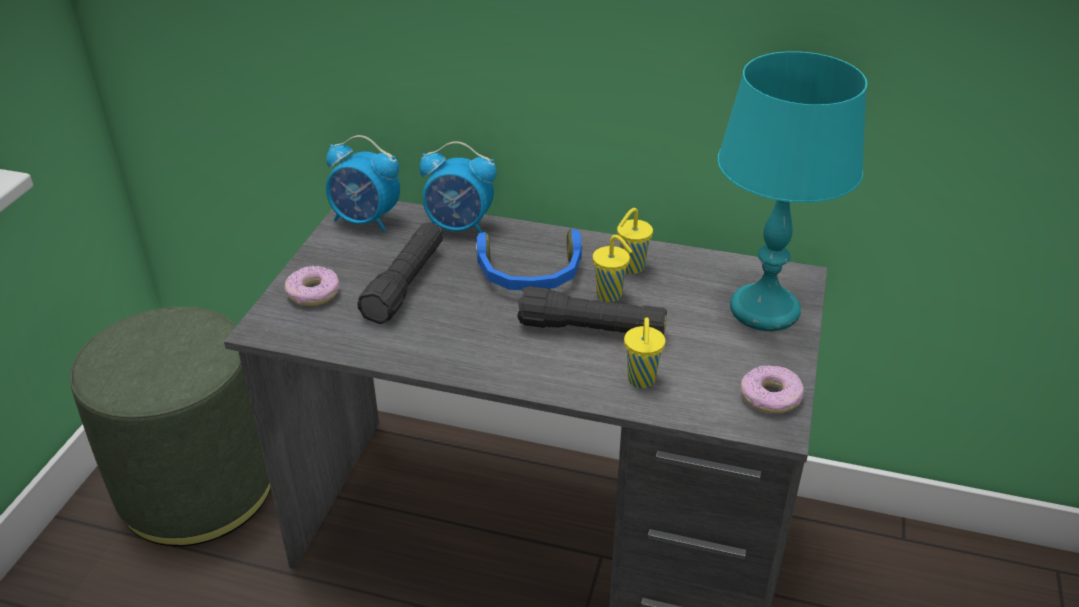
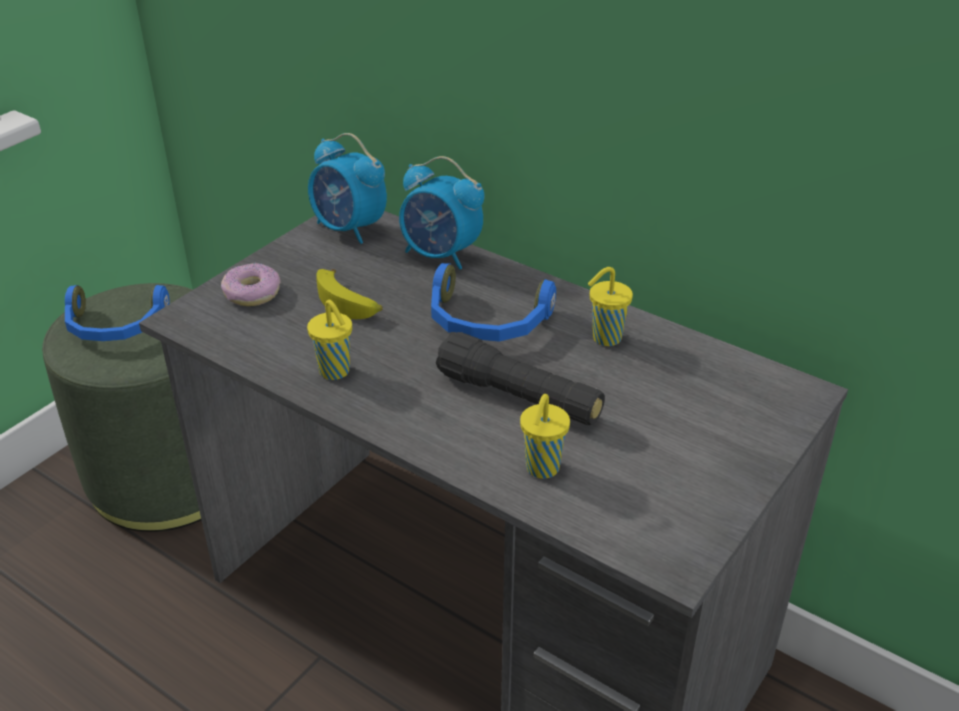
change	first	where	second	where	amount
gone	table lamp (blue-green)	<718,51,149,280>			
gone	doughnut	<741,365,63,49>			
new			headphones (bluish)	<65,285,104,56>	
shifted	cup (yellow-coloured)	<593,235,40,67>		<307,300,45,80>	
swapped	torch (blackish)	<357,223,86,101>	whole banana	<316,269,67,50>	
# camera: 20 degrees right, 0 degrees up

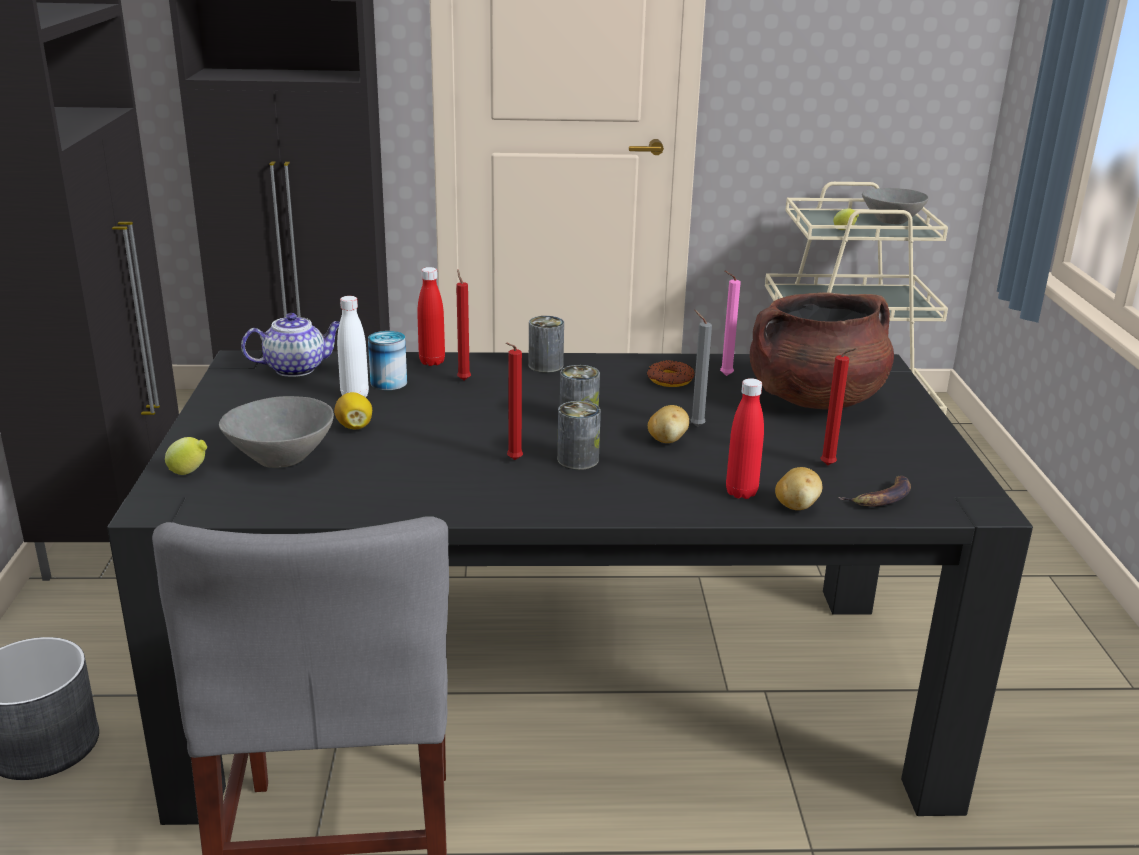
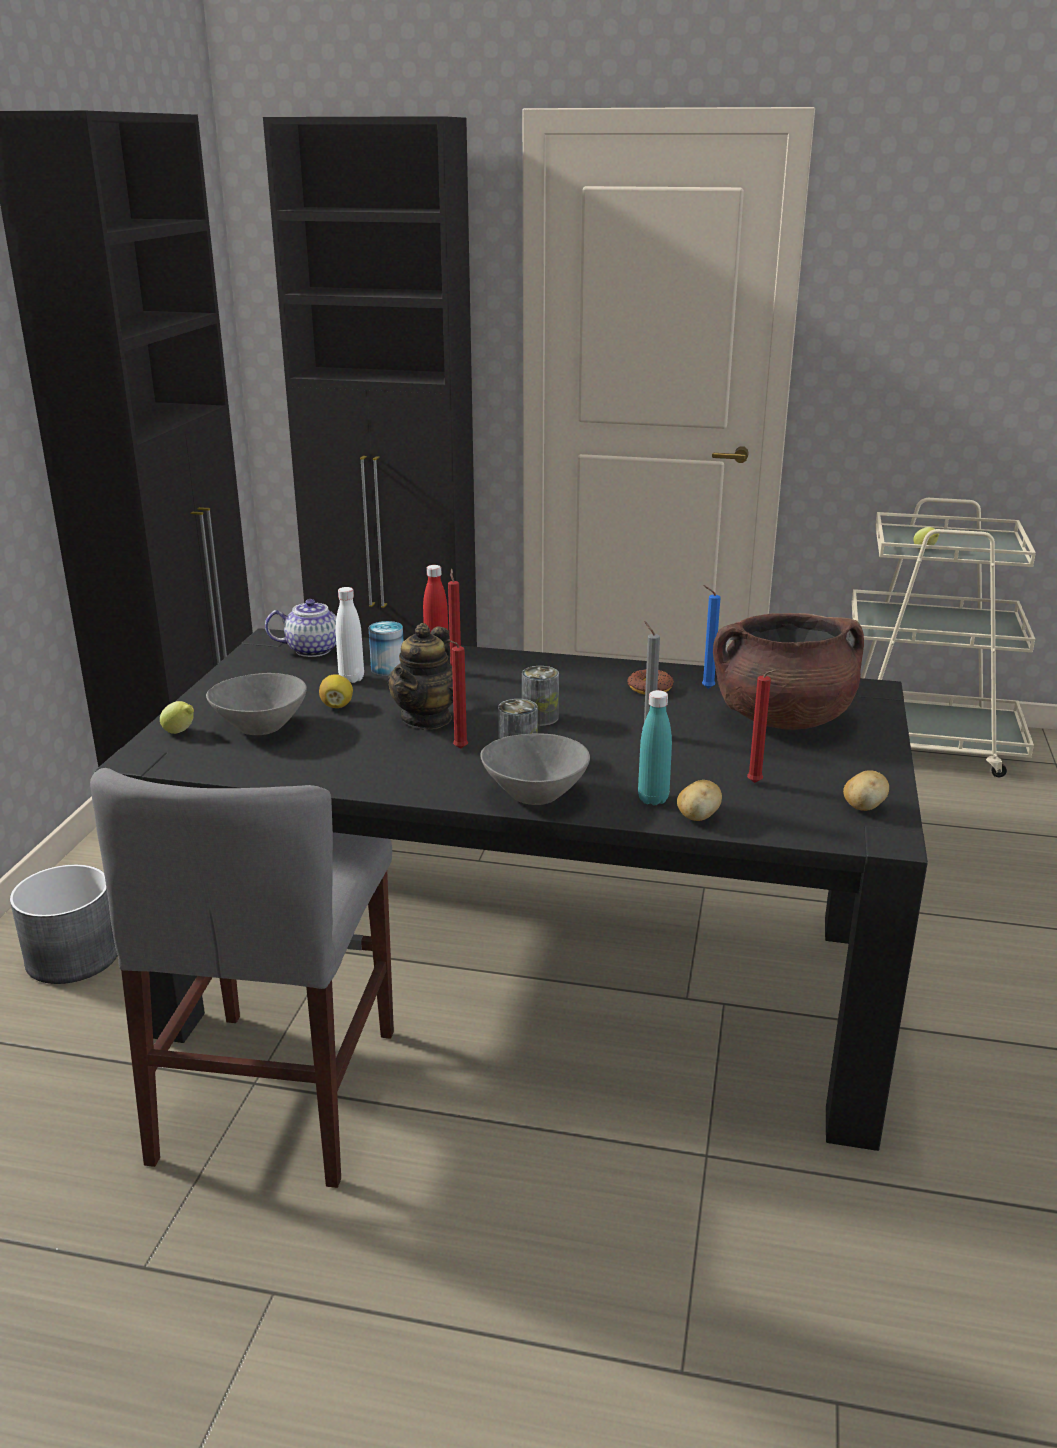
change	first	where	second	where	amount
gone	sealed can	<529,316,35,57>			
gone	whole banana	<838,476,73,31>			
new			pot for tea	<388,623,65,107>	
shifted	whole potato	<648,405,41,38>		<843,770,46,41>	
shifted	deep dish (grey)	<862,188,67,36>		<480,734,110,71>	
repainted	wax light (pinkish)	<720,271,21,105>	wax light (bluish)	<702,585,19,104>	
repainted	beverage bottle (reddish)	<726,378,38,121>	beverage bottle (blue-green)	<638,690,34,115>	
# camera: 15 degrees right, 0 degrees up

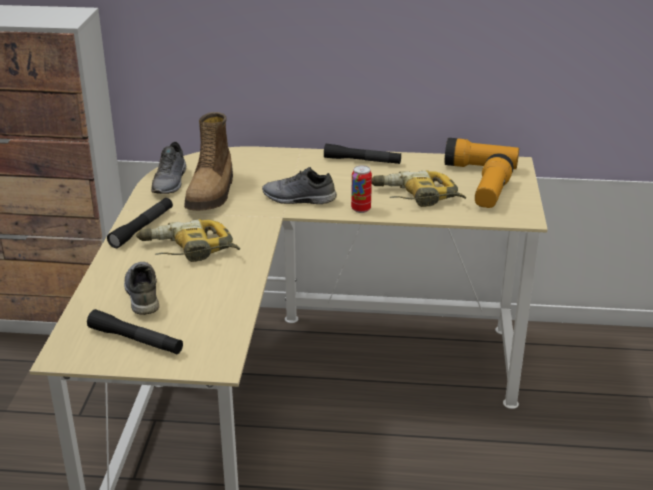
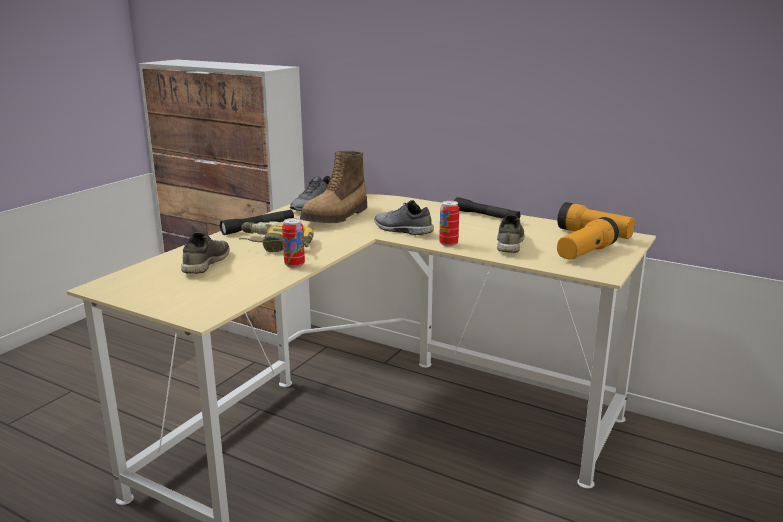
change	first	where	second	where	amount
gone	torch (blackish)	<87,309,96,45>			
new			sealed can	<282,218,23,50>	
swapped	drill	<372,170,94,37>	low shoe (grey)	<497,215,27,38>	
# camera: 25 degrees right, 10 degrees down

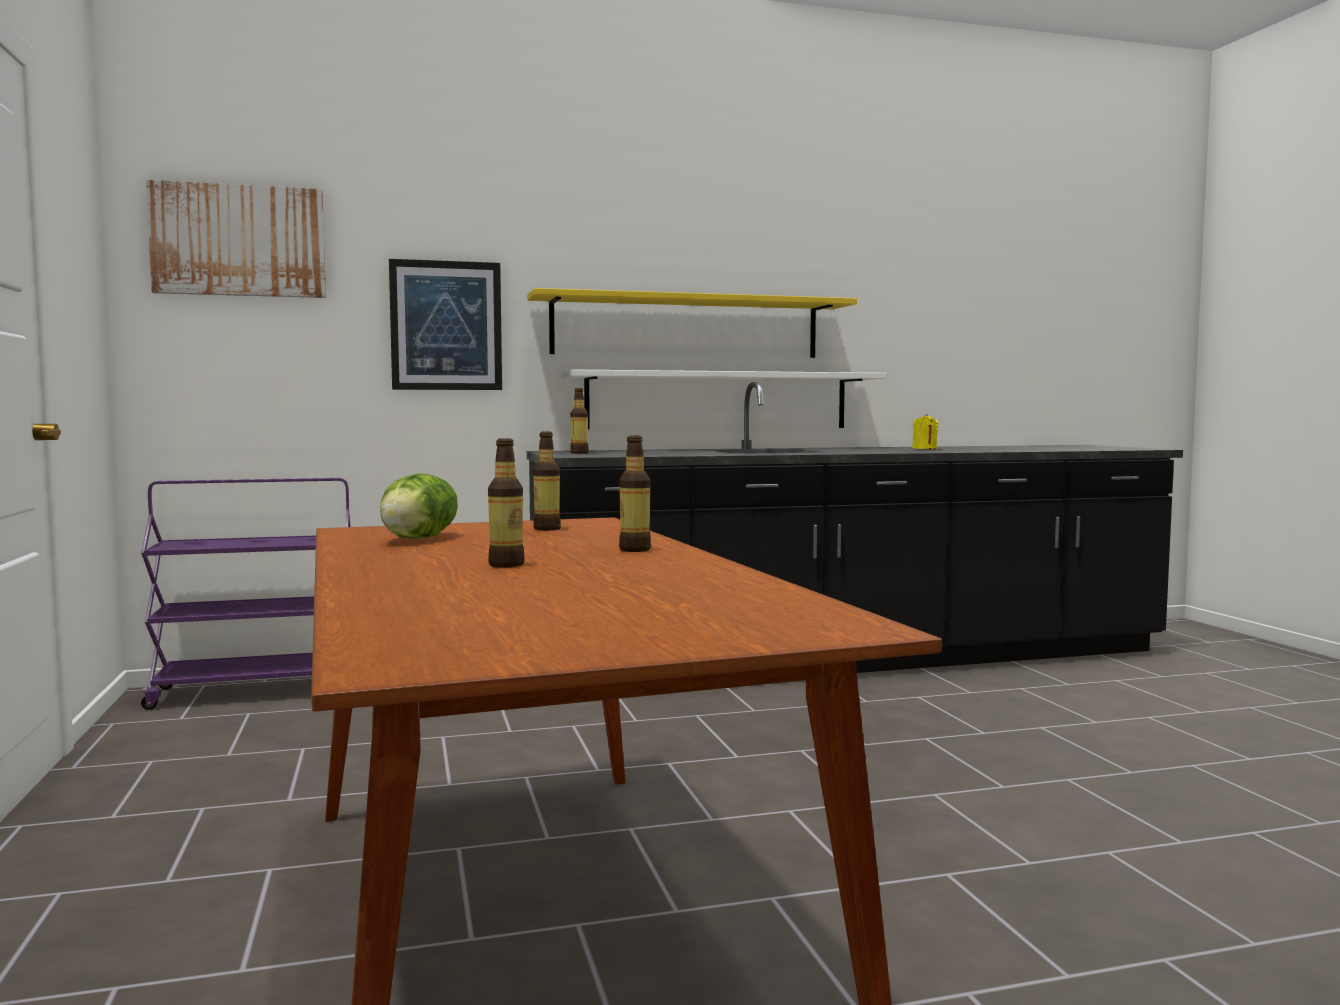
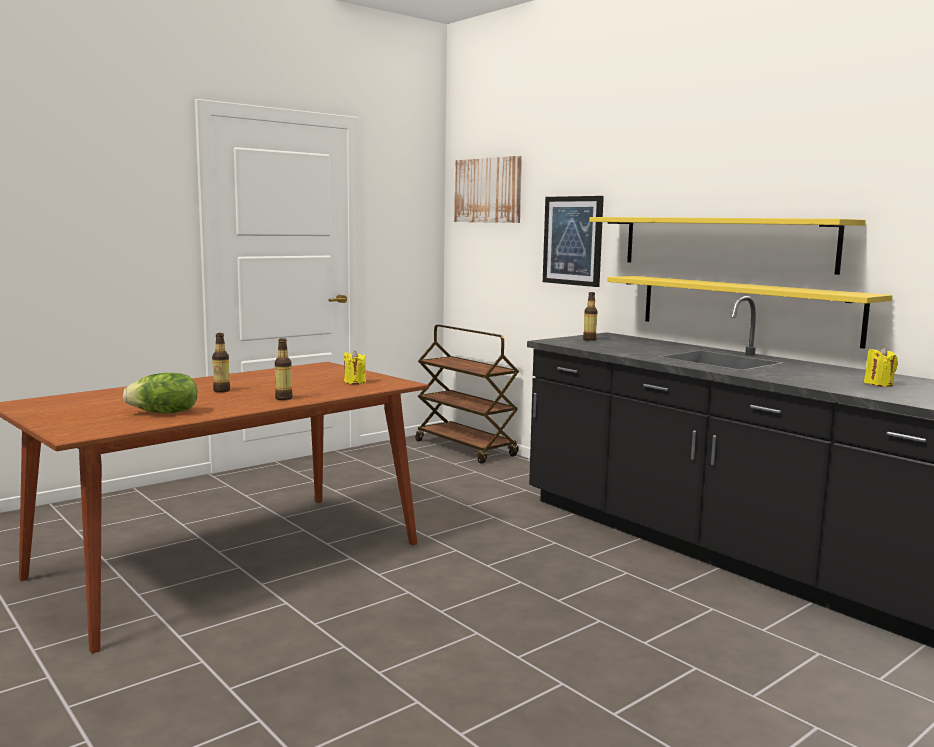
change	first	where	second	where	amount
shifted	lettuce head	<380,473,78,66>		<123,373,75,40>	
swapped	beverage bottle	<533,432,28,99>	wax light (yellow-coloured)	<344,350,22,34>	
repainted	wheeled cart (purple-coloured)	<141,478,210,232>	wheeled cart (brown-coloured)	<415,325,104,139>	
repainted	shelf (whitish)	<563,369,324,60>	shelf (yellow-coloured)	<607,276,285,73>	
# camera: 65 degrees right, 5 degrees up

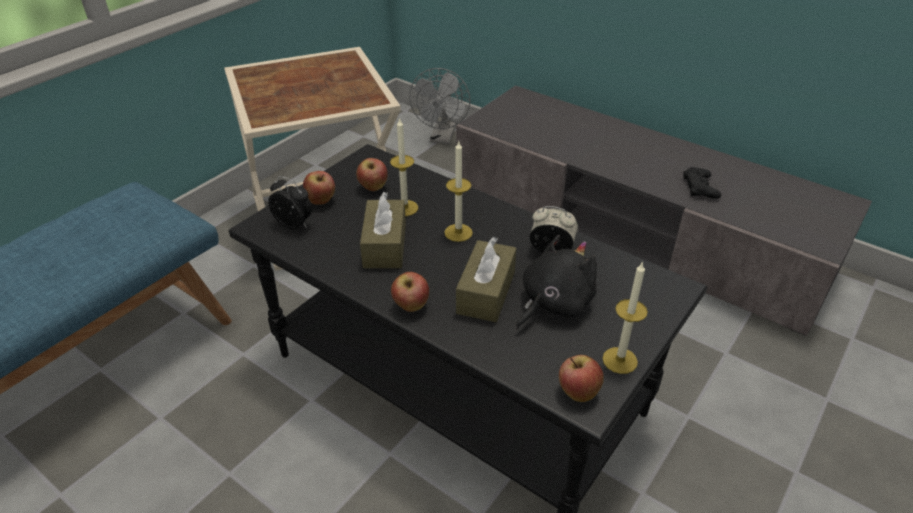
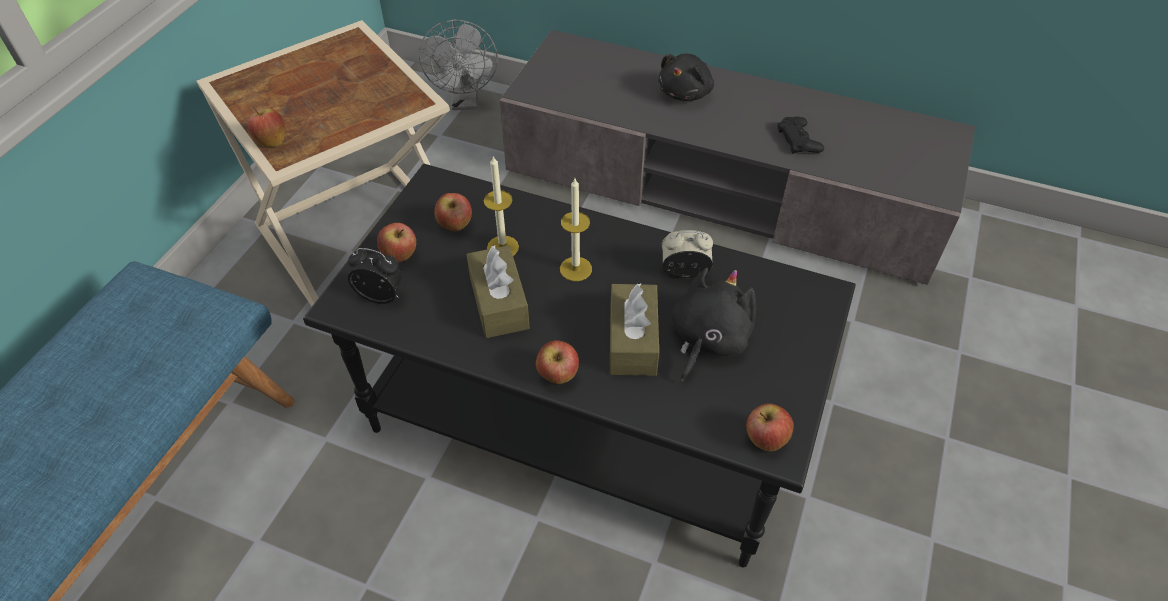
change	first	where	second	where	amount
gone	wax light	<602,261,46,113>			
new			whole apple	<247,105,38,42>	
new			soft toy (blackish)	<658,54,56,47>	
# camera: 15 degrees left, 10 degrees up

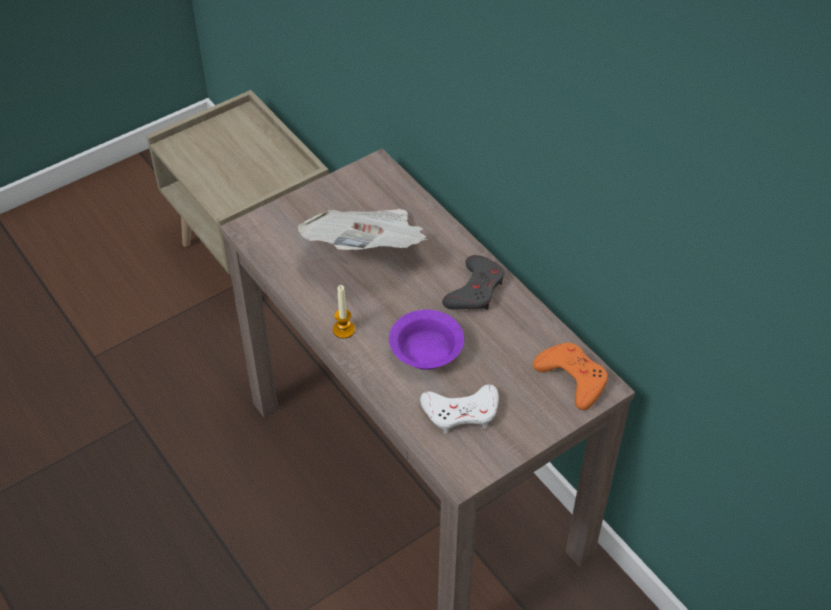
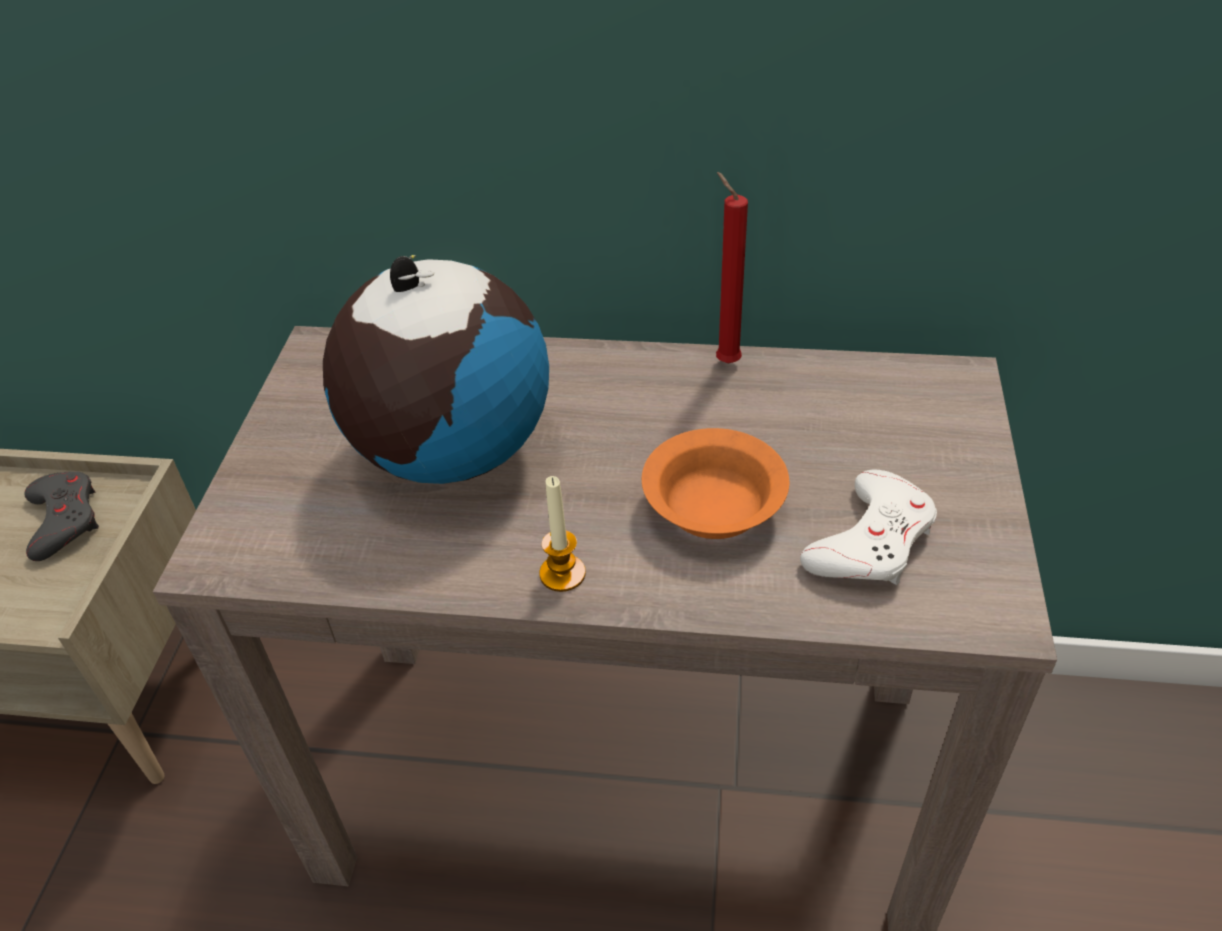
change	first	where	second	where	amount
gone	joypad (orangey)	<533,343,75,67>			
new			wax light (reddish)	<716,172,32,192>	
shifted	joypad (grey)	<442,255,62,55>		<24,471,75,90>	
swapped	newspaper	<297,209,131,41>	world globe	<323,255,226,229>	
repainted	deep dish (purple-coloured)	<389,310,75,60>	deep dish (orangey)	<642,428,147,111>	
# camera: 45 degrees left, 5 degrees down

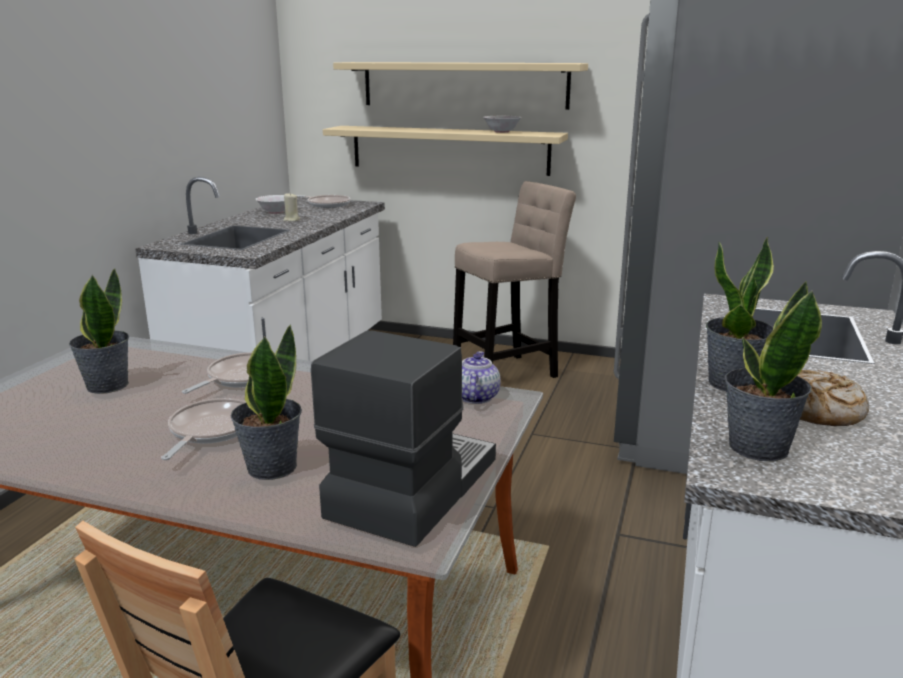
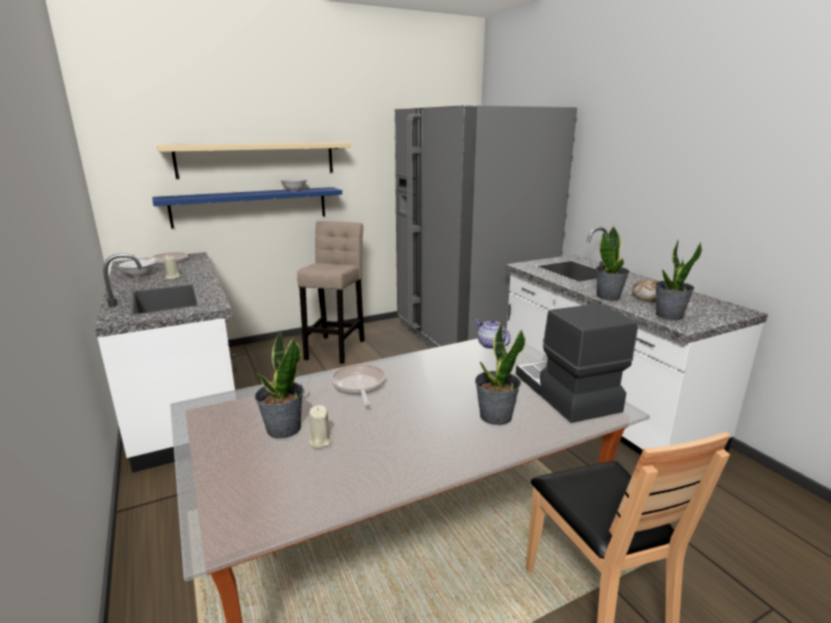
change	first	where	second	where	amount
gone	pan	<161,398,85,62>			
new			wax light (sand-coloured)	<309,405,22,43>	
repainted	shelf (sand-coloured)	<323,126,245,50>	shelf (bluish)	<152,187,190,41>	
# camera: 45 degrees left, 0 degrees up

